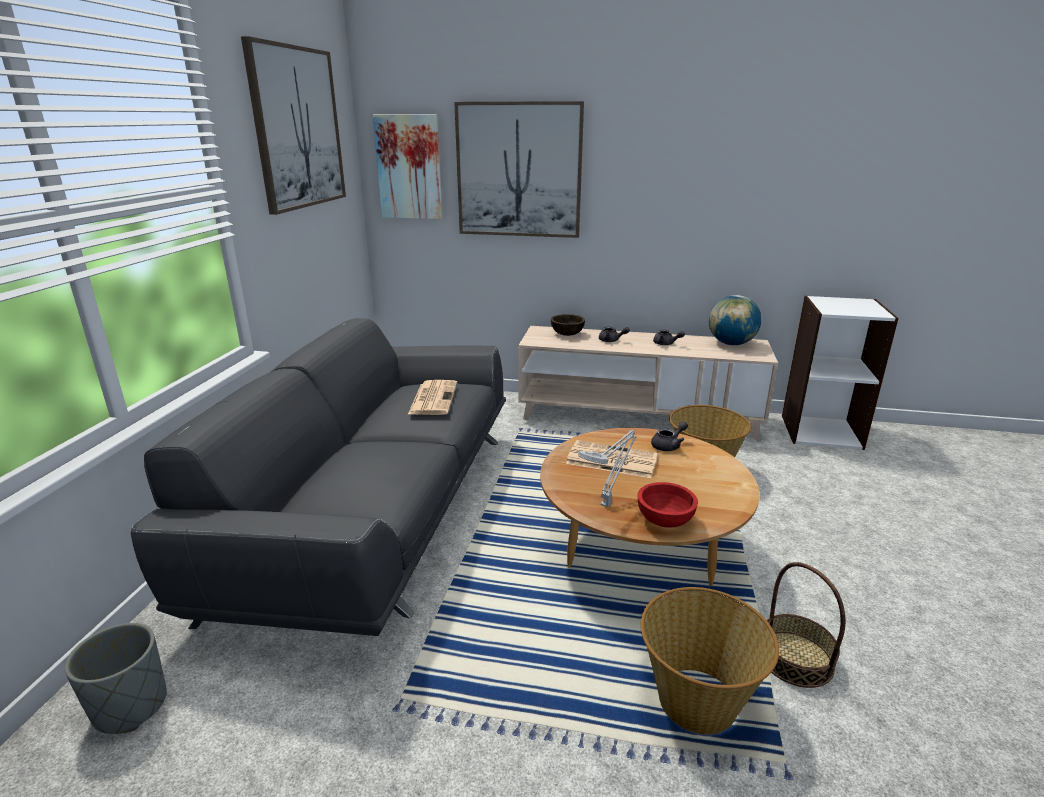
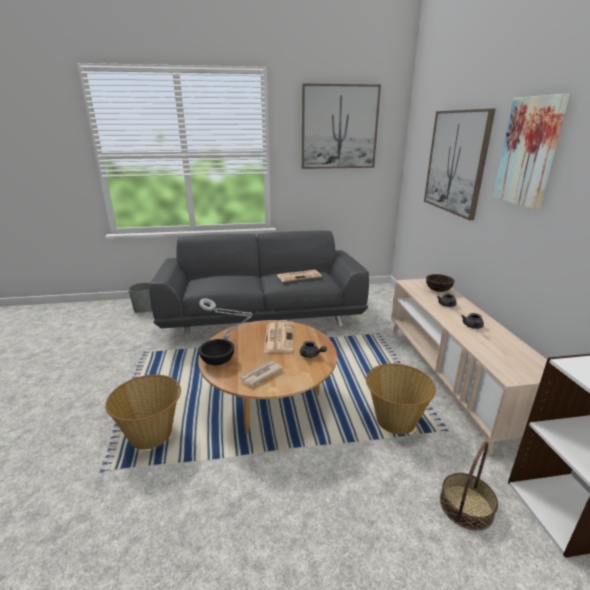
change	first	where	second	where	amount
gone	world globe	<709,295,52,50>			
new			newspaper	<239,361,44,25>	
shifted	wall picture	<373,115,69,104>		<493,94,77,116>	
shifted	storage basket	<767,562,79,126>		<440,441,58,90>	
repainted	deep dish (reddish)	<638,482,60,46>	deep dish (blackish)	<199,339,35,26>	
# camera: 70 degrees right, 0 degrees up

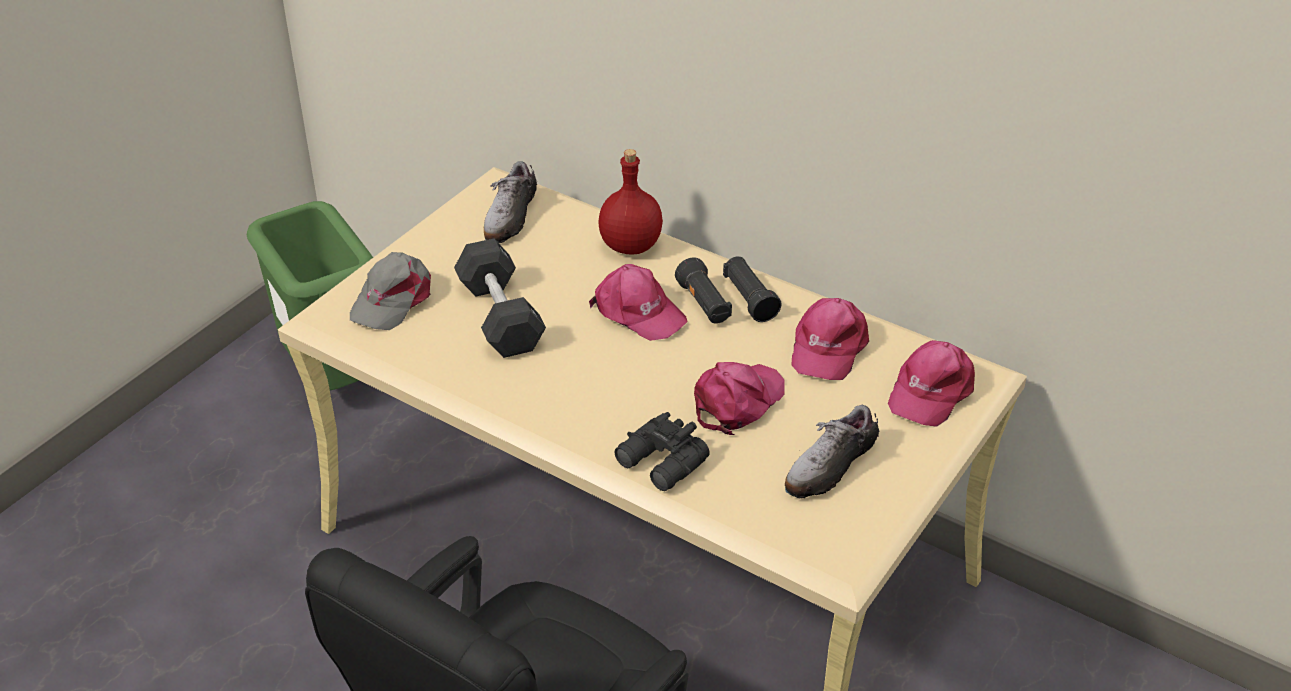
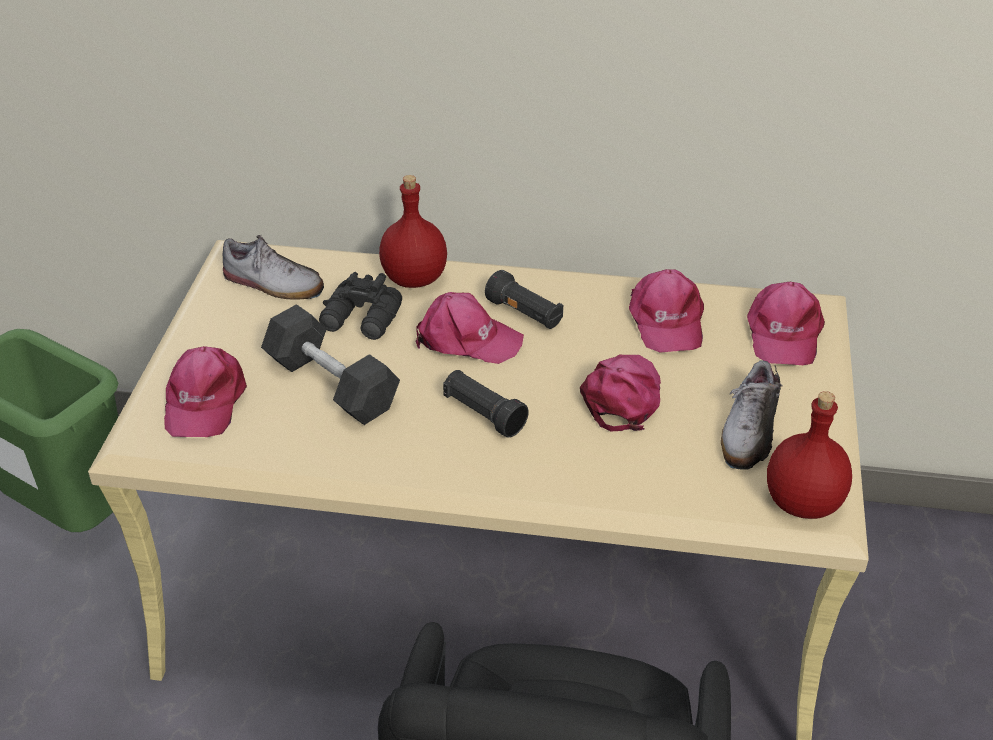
change	first	where	second	where	amount
new			beverage bottle (reddish)	<767,391,85,128>	
shifted	binoculars (blackish)	<614,412,96,79>		<319,272,83,68>	
shifted	torch (blackish)	<723,256,58,66>		<443,370,86,68>	
repainted	cap (grey)	<350,252,81,78>	cap (pinkish)	<164,346,83,91>	
rotated	low shoe	<483,161,54,82>		<222,235,102,65>	60 degrees counterclockwise
# camera: 25 degrees left, 0 degrees up

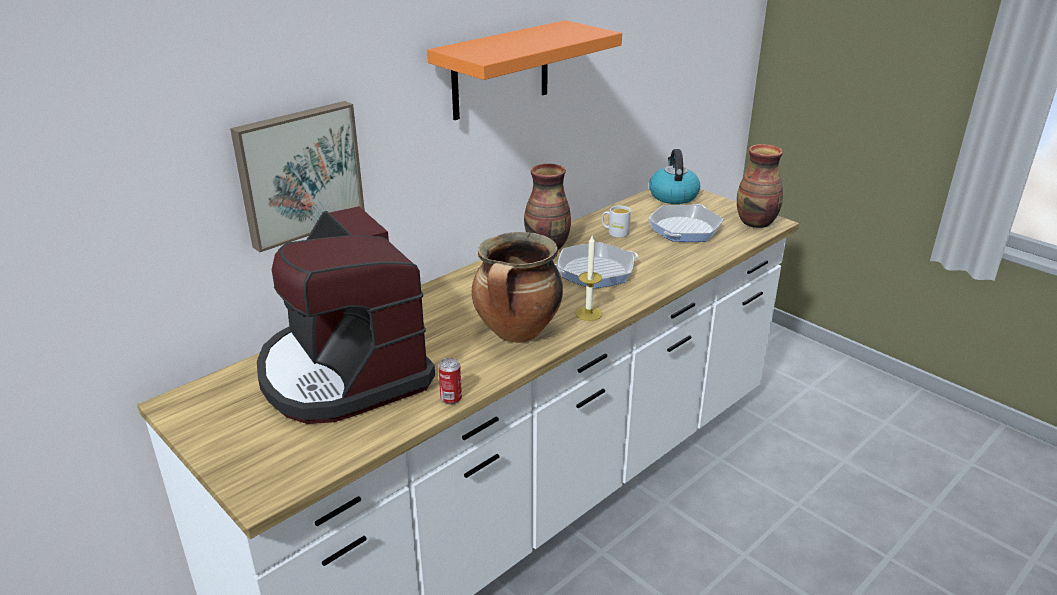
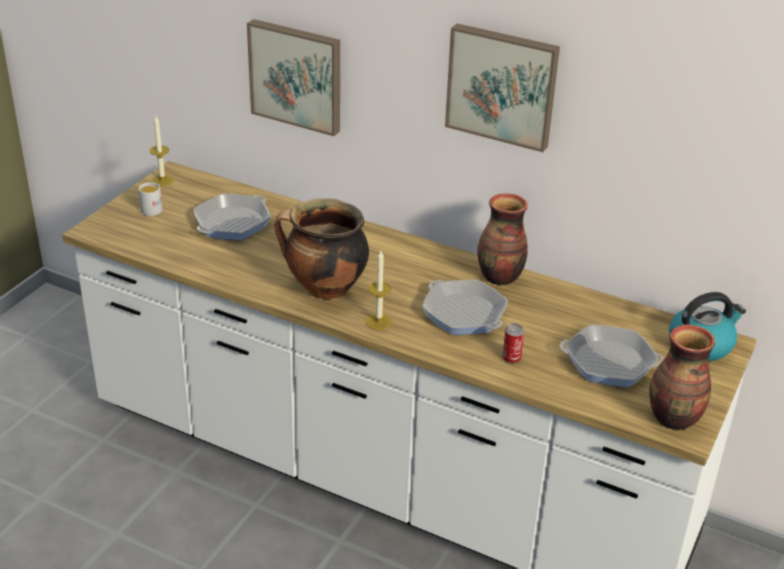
change	first	where	second	where	amount
new			wax light	<150,116,24,70>	
shifted	sealed can	<438,358,24,46>		<502,323,22,41>	
shifted	coffee mug (whitish)	<602,206,29,32>		<139,182,23,34>	
swapped	coffee maker	<257,206,178,218>	pan	<194,194,77,46>	
swapped	shelf (orangey)	<427,20,195,100>	wall picture	<445,24,115,128>	
# camera: 70 degrees right, 5 degrees up

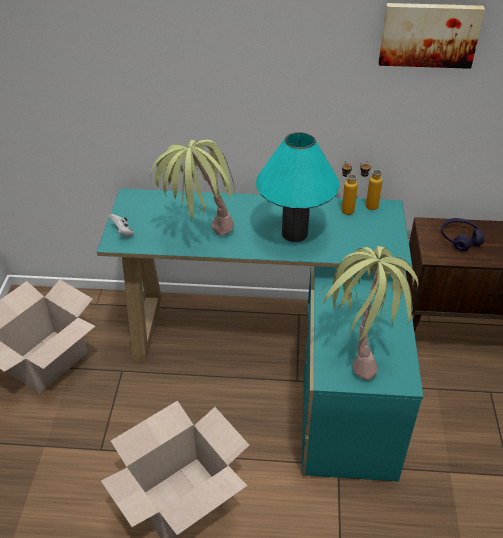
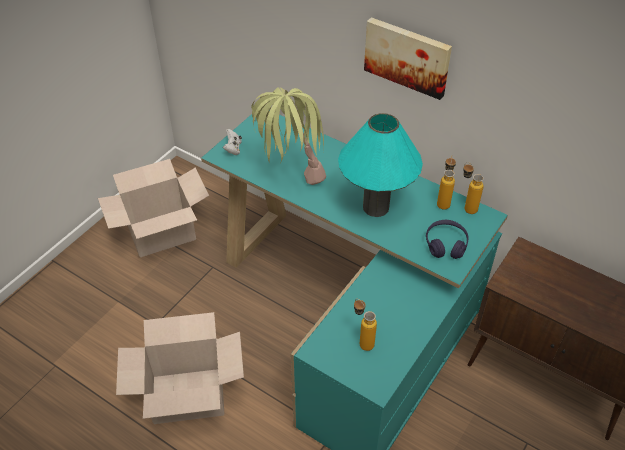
change	first	where	second	where	amount
shifted	wall picture	<379,3,106,66>		<364,17,88,83>	
shifted	headphones (purple-coloured)	<441,218,44,33>		<426,220,43,39>	
swapped	plant in a pot	<322,246,97,134>	beverage bottle	<354,298,23,53>	
# camera: 30 degrees right, 5 degrees up

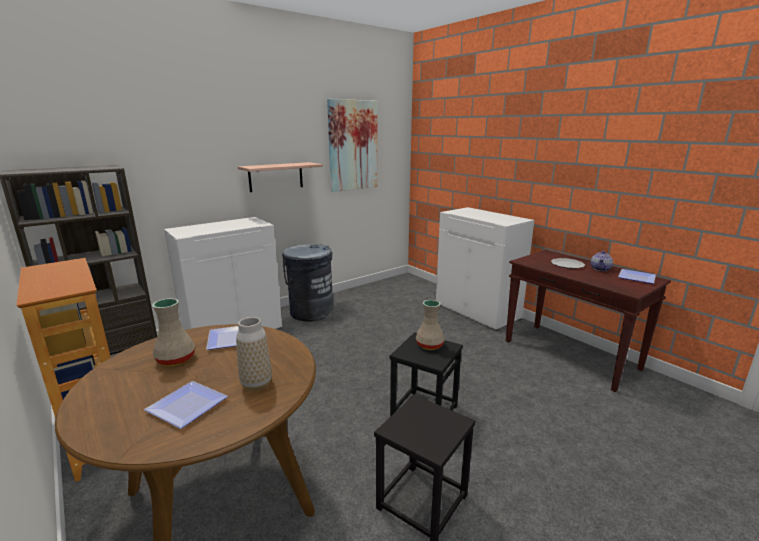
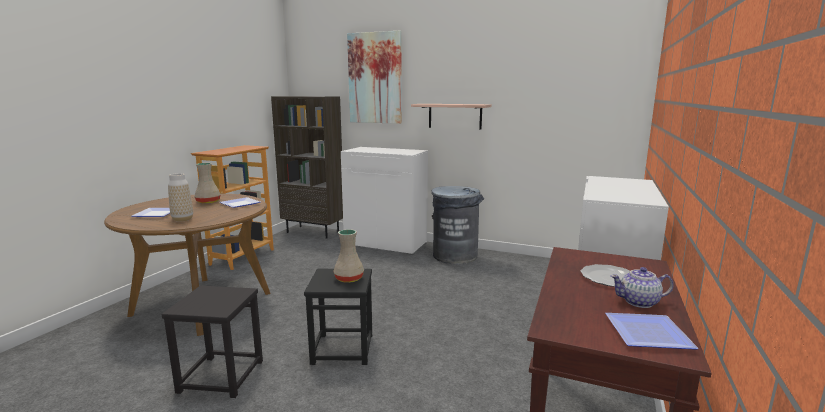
change	first	where	second	where	amount
shifted	wall picture	<327,99,51,93>		<347,30,55,94>	
# camera: 60 degrees right, 5 degrees down

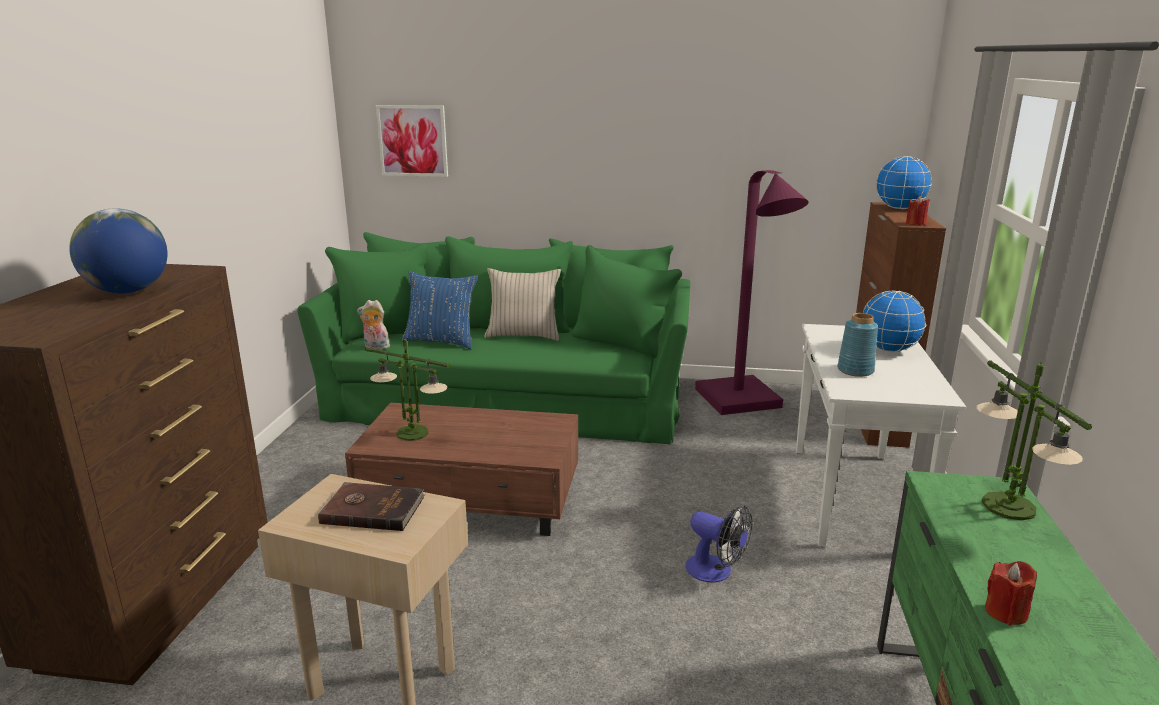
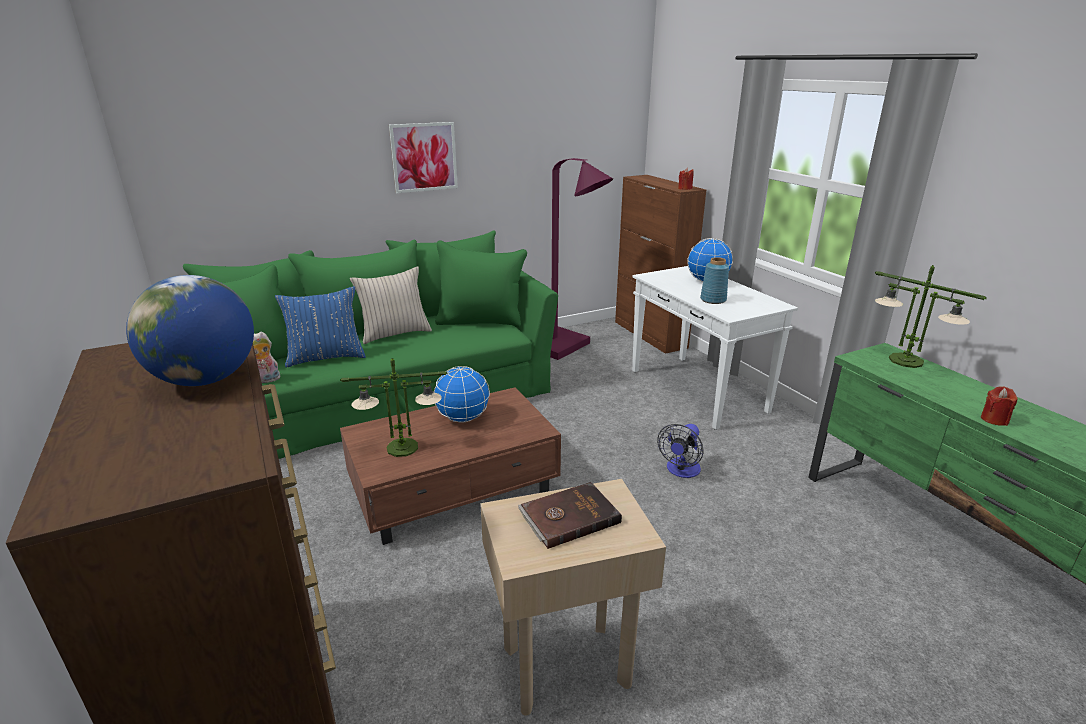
change	first	where	second	where	amount
shifted	wall picture	<376,105,72,72>		<389,122,69,71>	
shifted	world globe	<876,156,56,53>		<434,366,56,56>	
rotated	fan	<685,506,68,77>		<657,424,46,54>	120 degrees clockwise
# camera: 35 degrees left, 5 degrees up

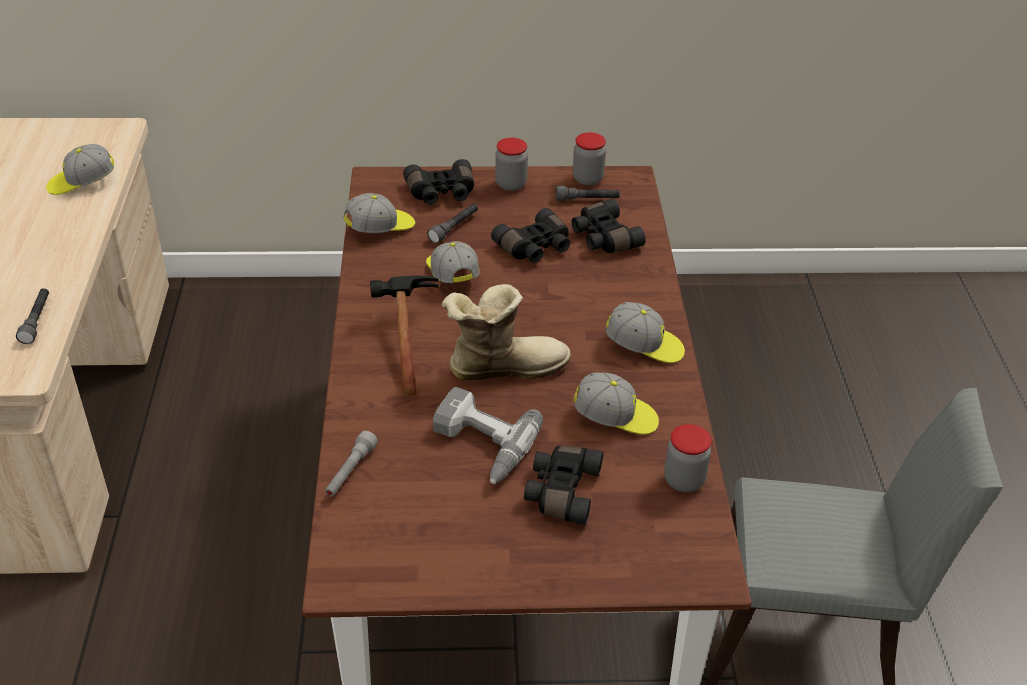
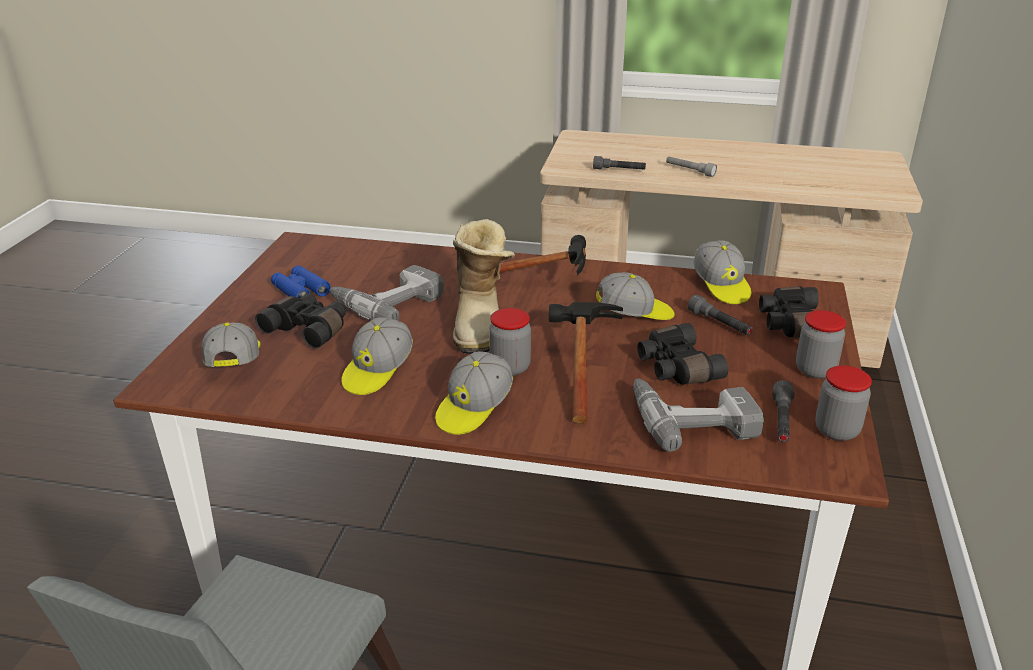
change	first	where	second	where	amount
new			binoculars (bluish)	<271,266,60,32>	
new			hand hammer	<549,302,74,121>	
shifted	cap	<46,144,68,51>		<201,323,60,44>	
shifted	torch (grey)	<325,431,53,66>		<666,156,51,21>	
shifted	storage jar	<664,424,48,68>		<489,308,42,68>	
swapped	binoculars (blackish)	<572,199,74,54>	drill	<634,379,130,73>	
# camera: 105 degrees right, 10 degrees down

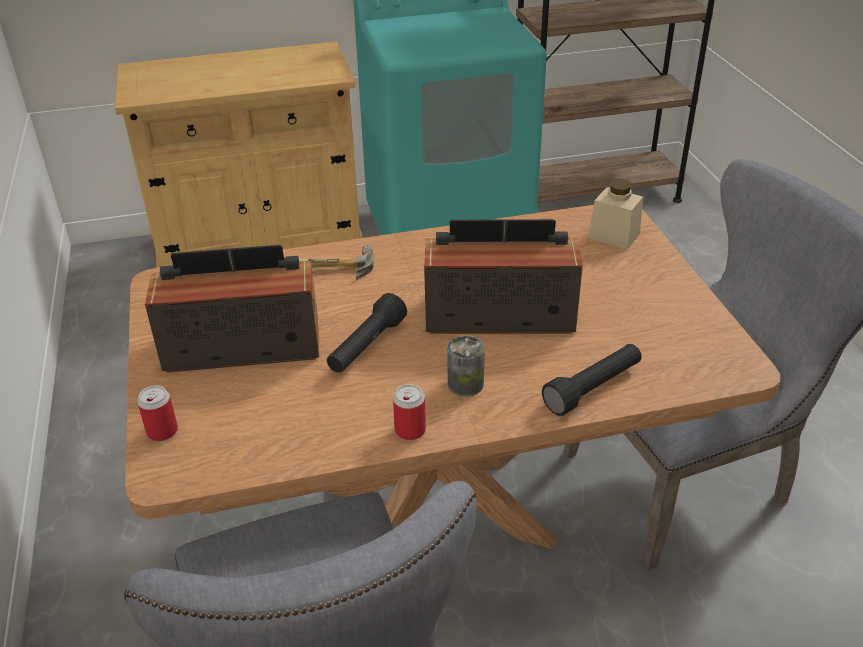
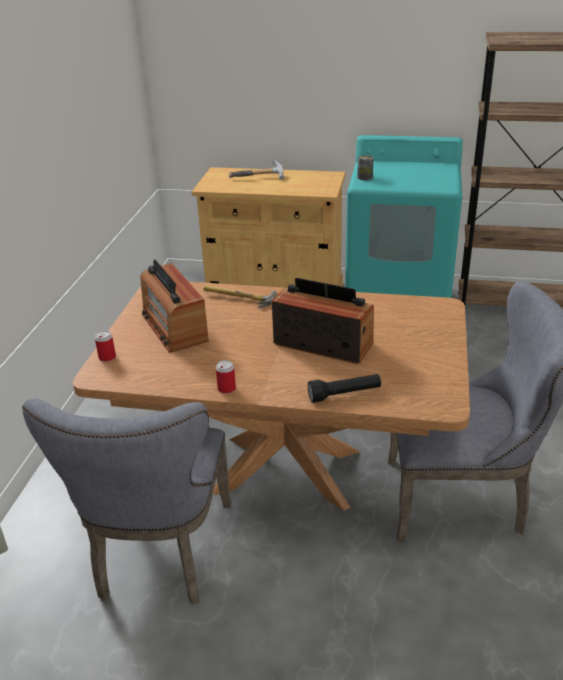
change	first	where	second	where	amount
gone	torch (blackish)	<327,293,80,80>			
gone	storage jar (sand-coloured)	<589,179,54,71>			
new			hand hammer	<228,159,56,21>	
shifted	sealed can	<447,335,38,61>		<357,155,16,25>	
rotated	radio	<145,245,174,128>		<140,260,69,93>	135 degrees counterclockwise
# camera: 25 degrees right, 5 degrees down

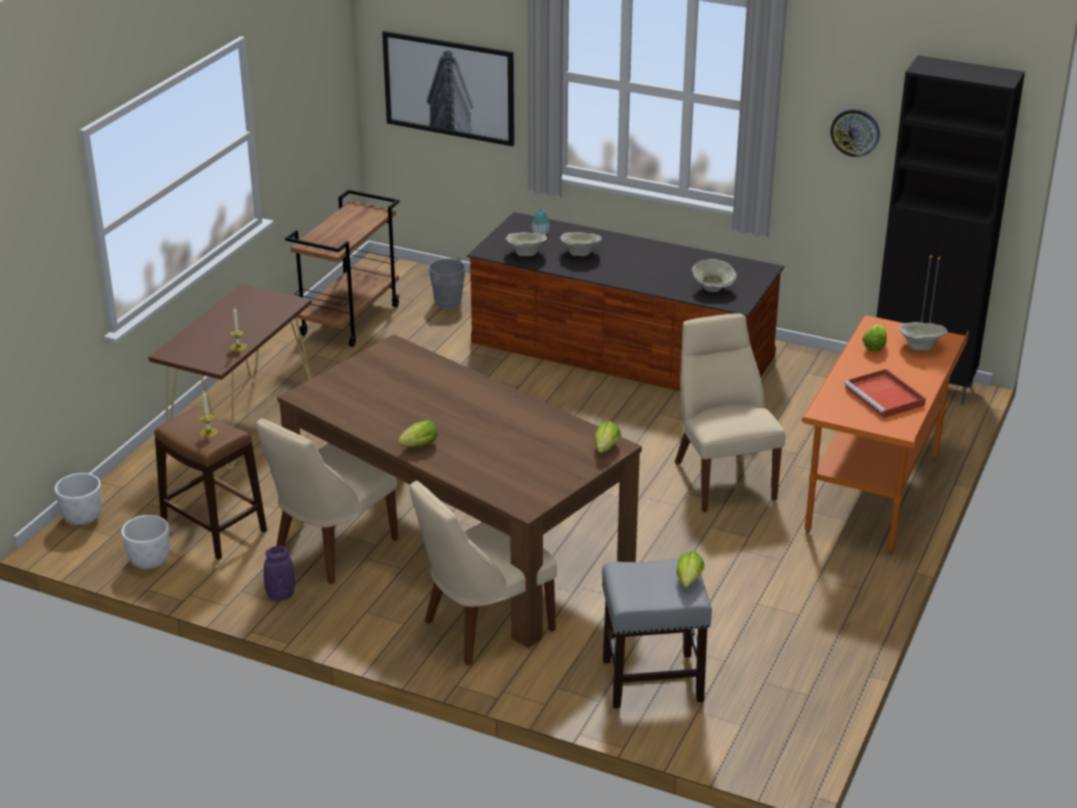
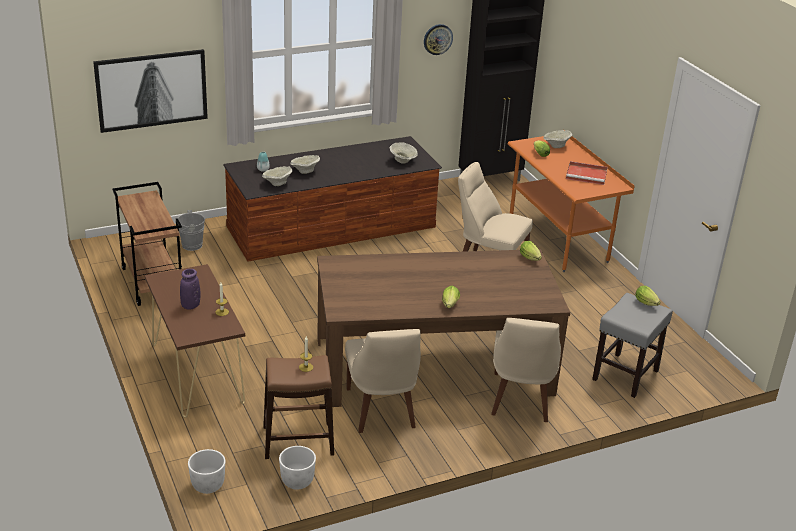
change	first	where	second	where	amount
shifted	decorative vase (purple-coloured)	<264,546,31,55>		<180,269,21,41>	
# camera: 50 degrees left, 0 degrees up

